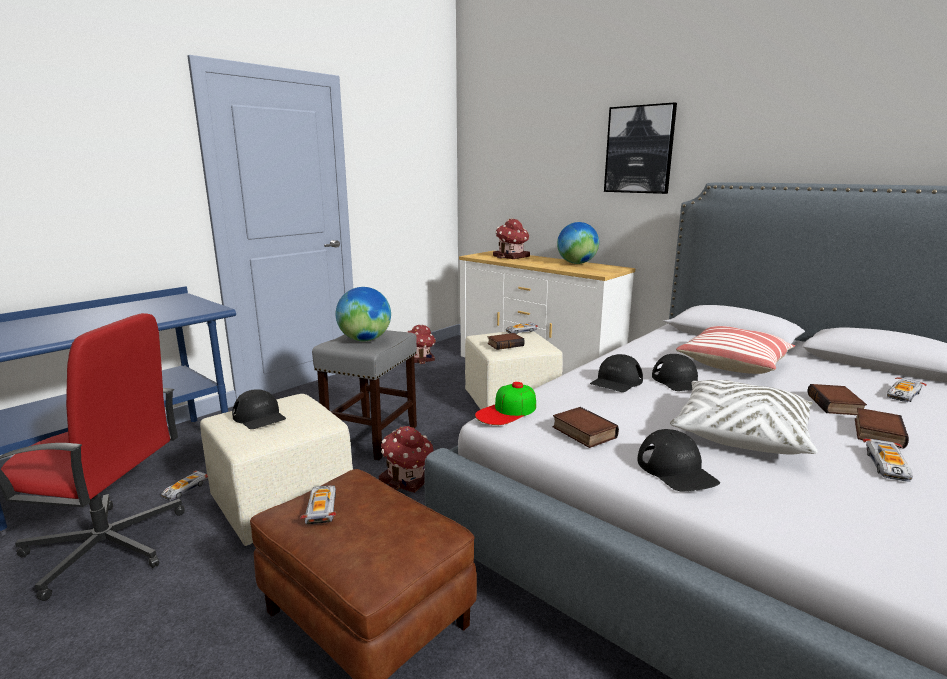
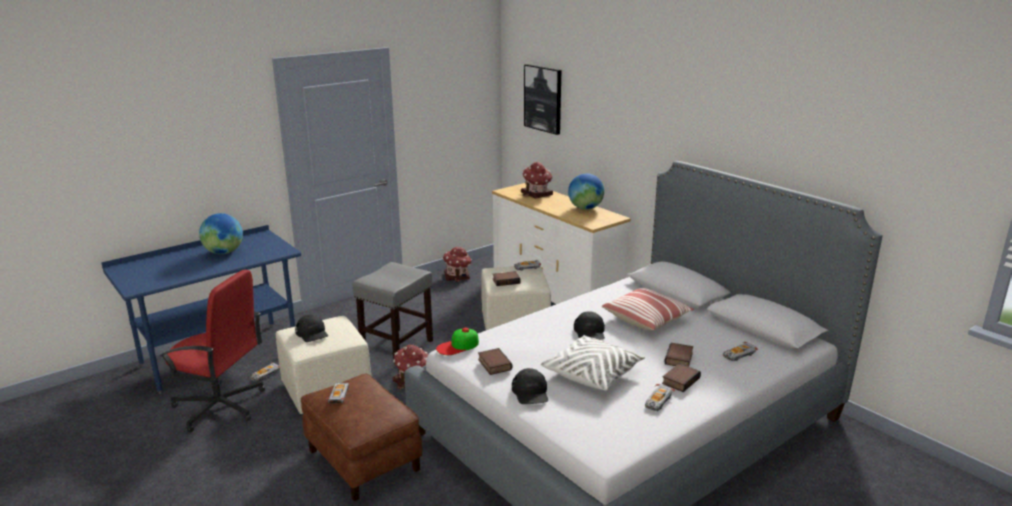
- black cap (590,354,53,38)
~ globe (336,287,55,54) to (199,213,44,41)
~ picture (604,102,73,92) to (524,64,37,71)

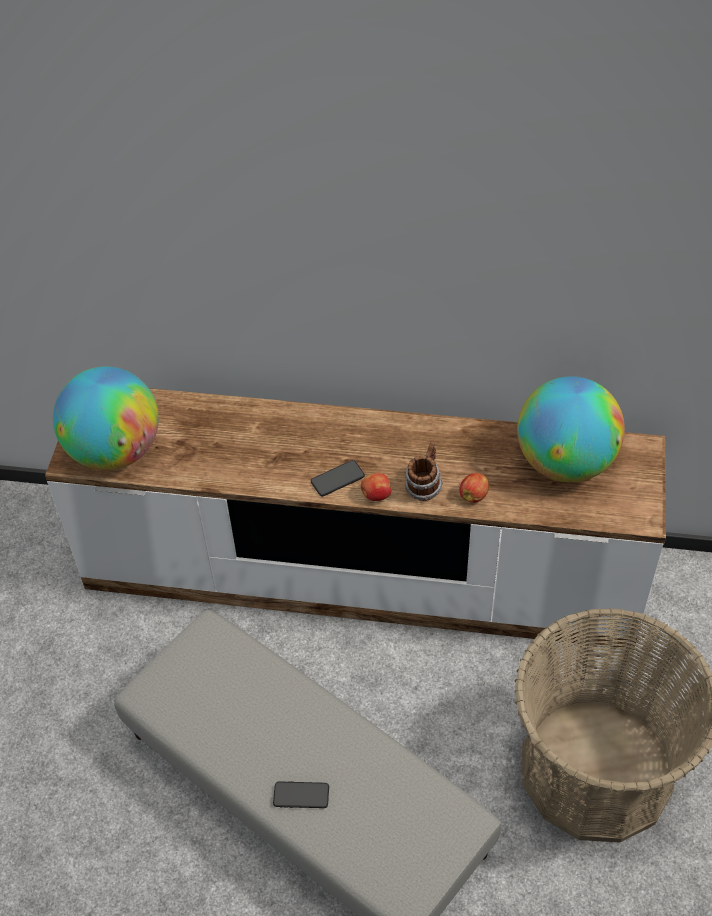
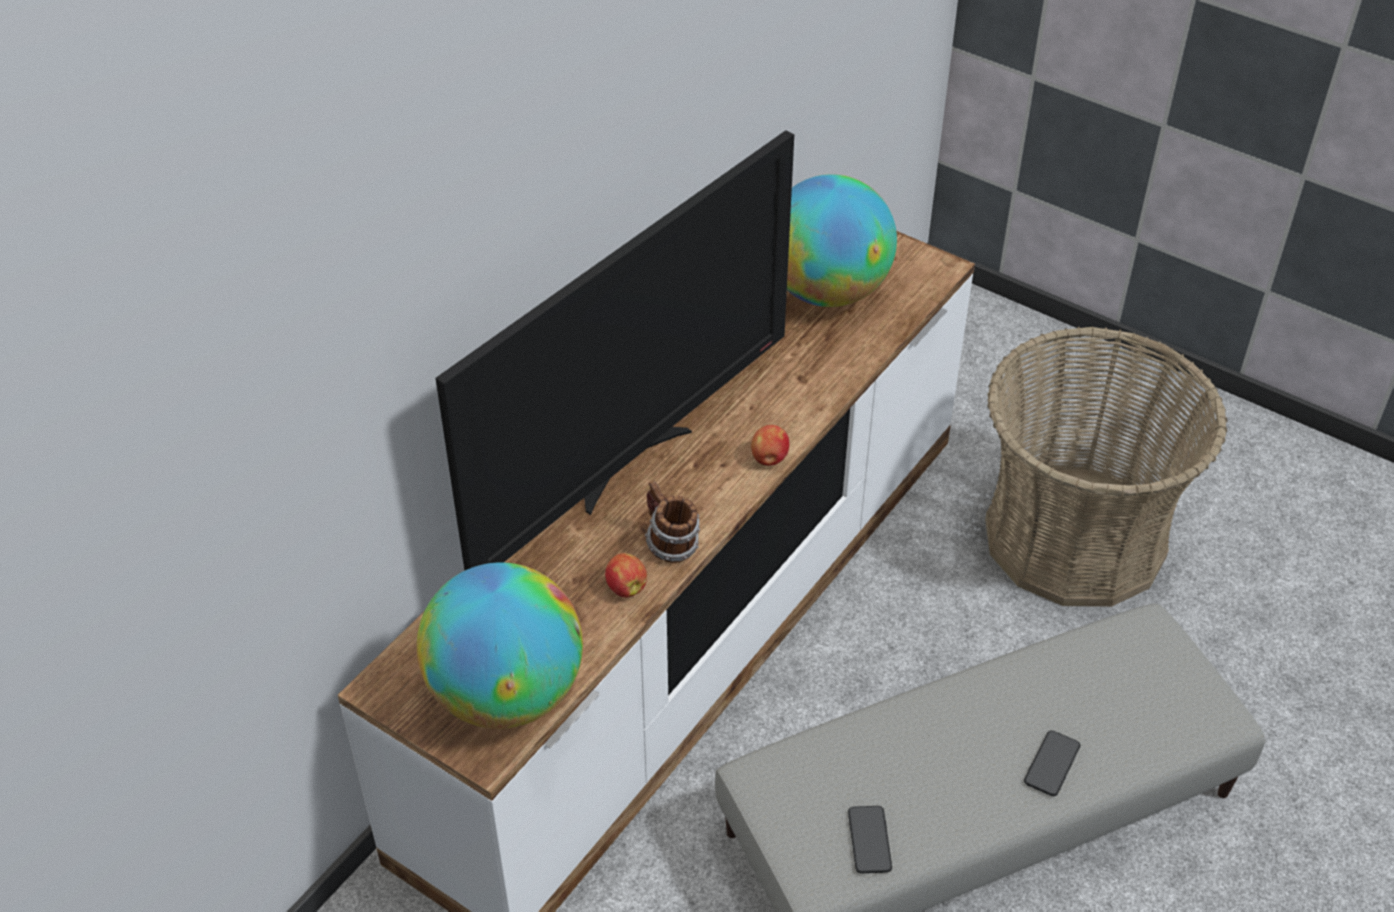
+ television (435,130,359,440)
~ phone (311,460,54,36) to (848,806,44,67)
~ mug (405,441,38,60) to (645,480,55,83)
~ apple (459,473,30,30) to (605,553,42,45)

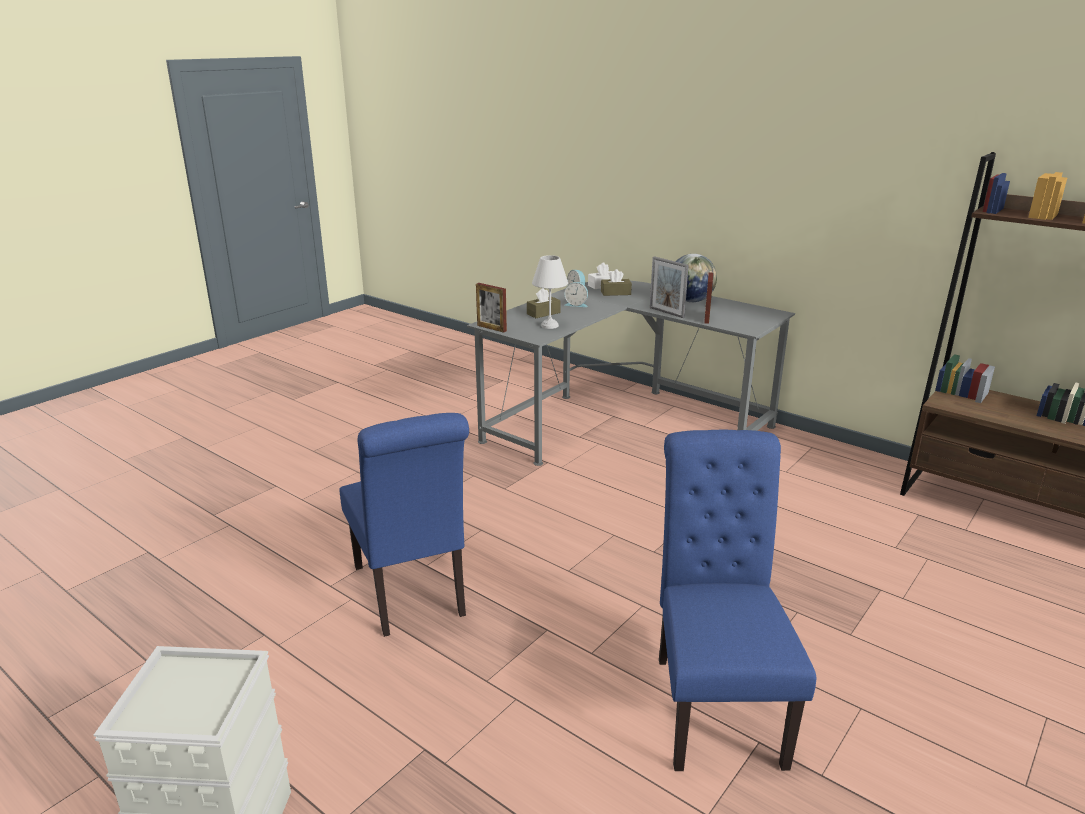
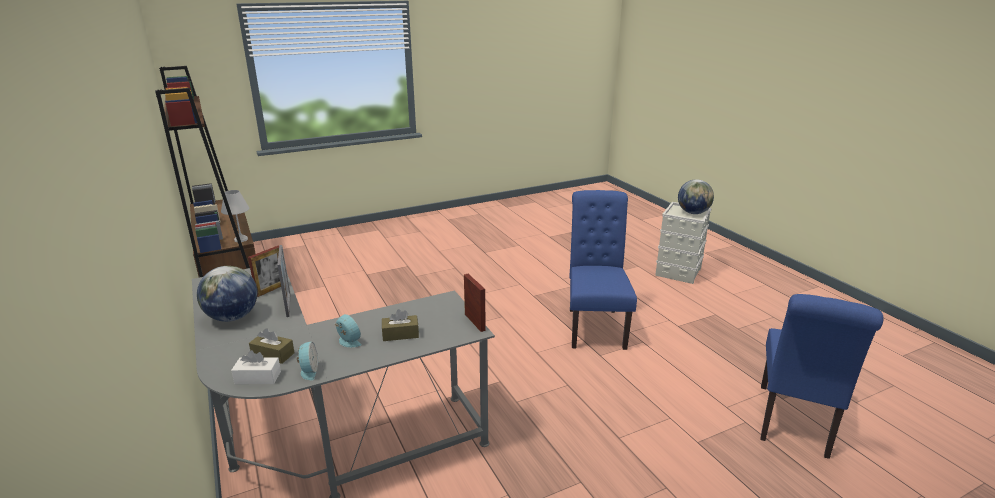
+ globe (678,179,36,35)
~ white table lamp (532,255,36,74) to (221,190,28,52)
~ blue chair (659,430,157,341) to (760,294,124,165)

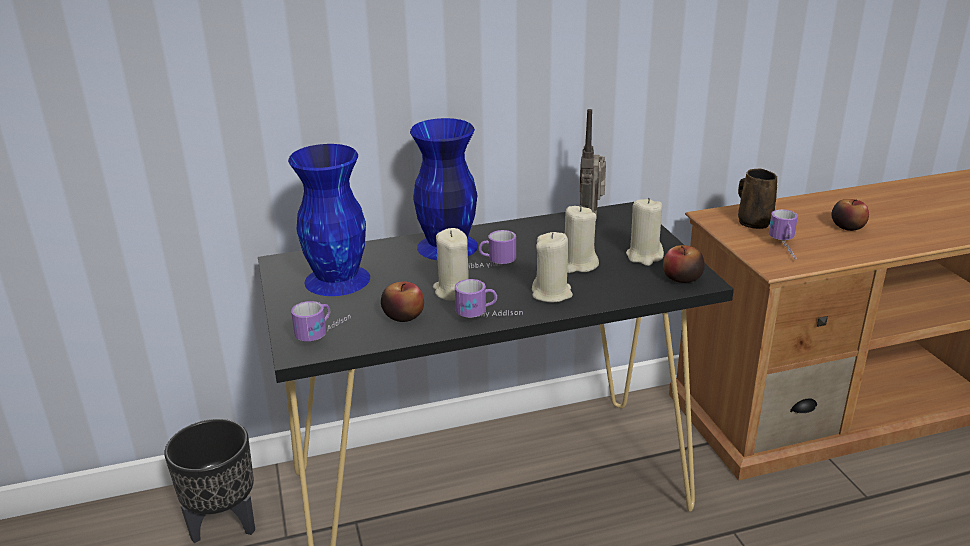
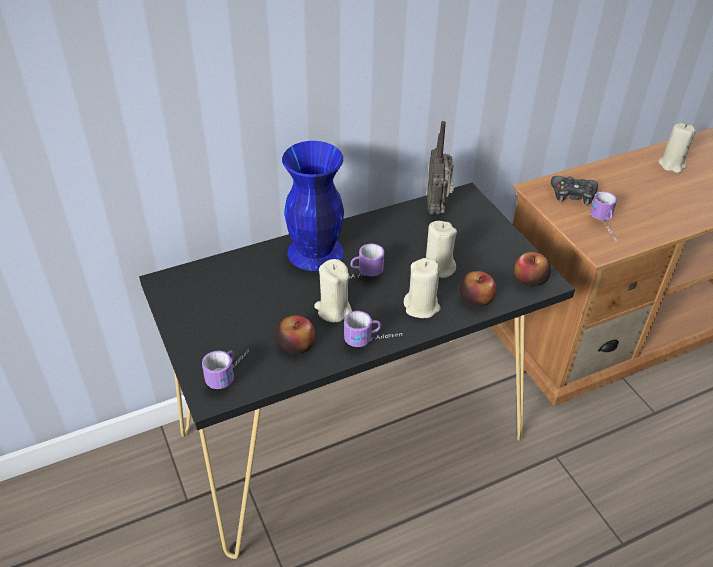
- black planter (164,419,91,124)
- blue vase (288,144,82,152)
~ beige candle (626,198,38,68) to (659,123,37,50)
~ apple (831,199,38,32) to (459,271,37,36)
~ brown mug (738,169,39,60) to black game controller (551,176,47,29)

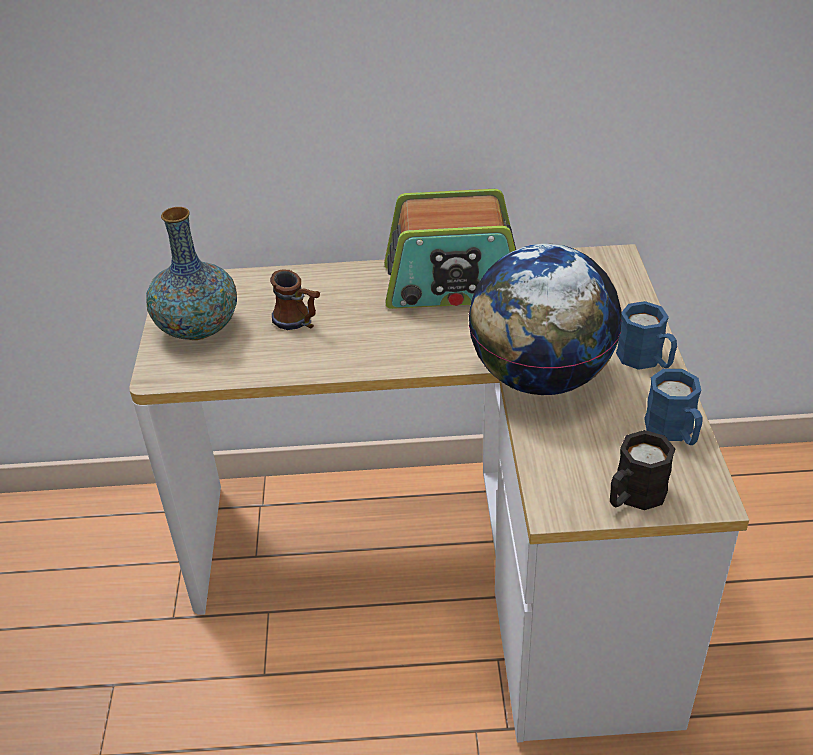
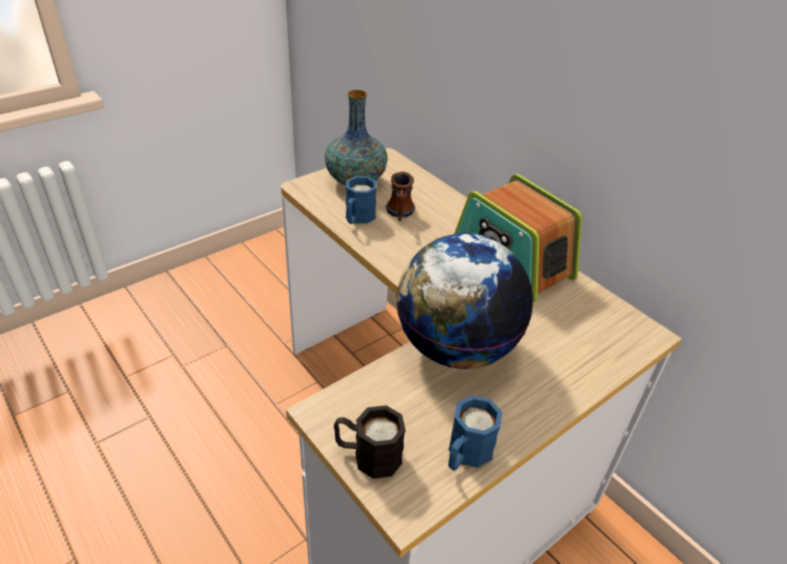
~ blue mug (616,301,61,69) to (346,176,31,48)

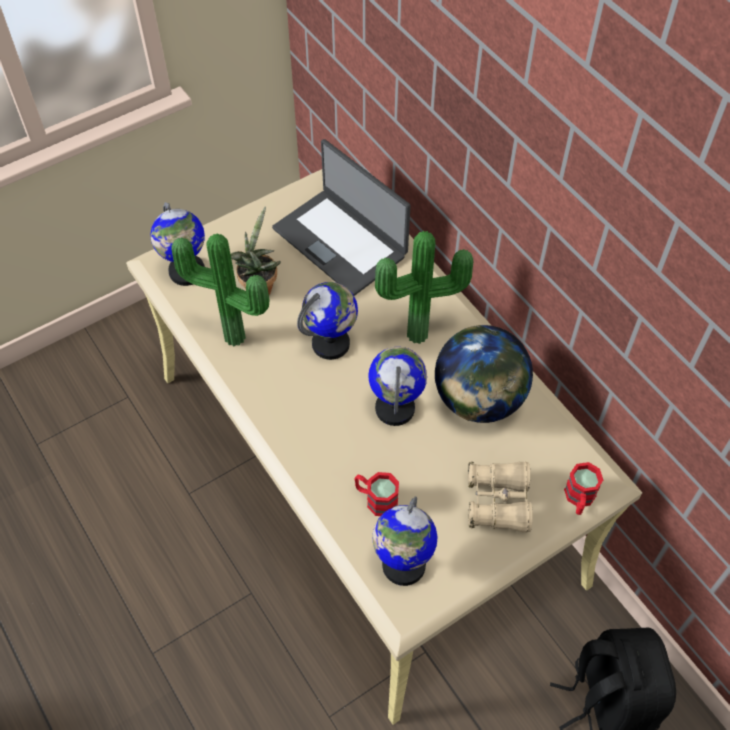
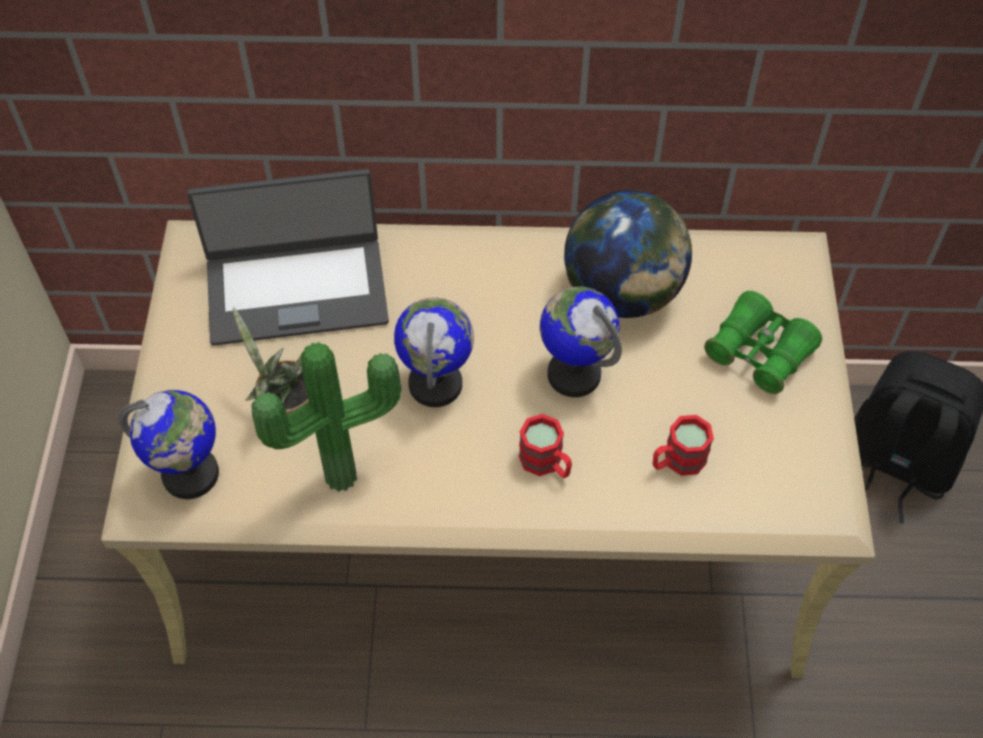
- globe (373,497,64,89)
- potted plant (375,231,98,113)
~ red mug (564,462,39,53) to (519,414,53,64)
~ beige binoculars (468,461,65,72) to green binoculars (704,291,118,103)

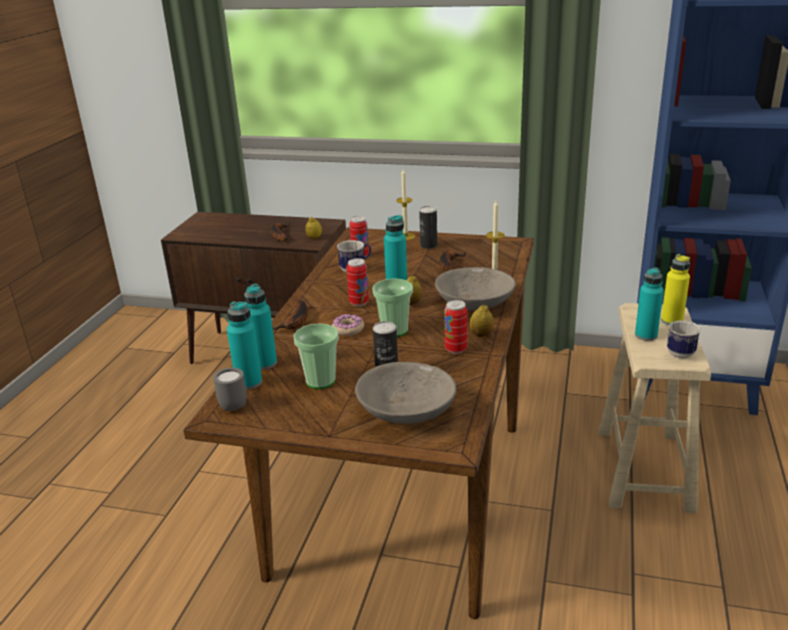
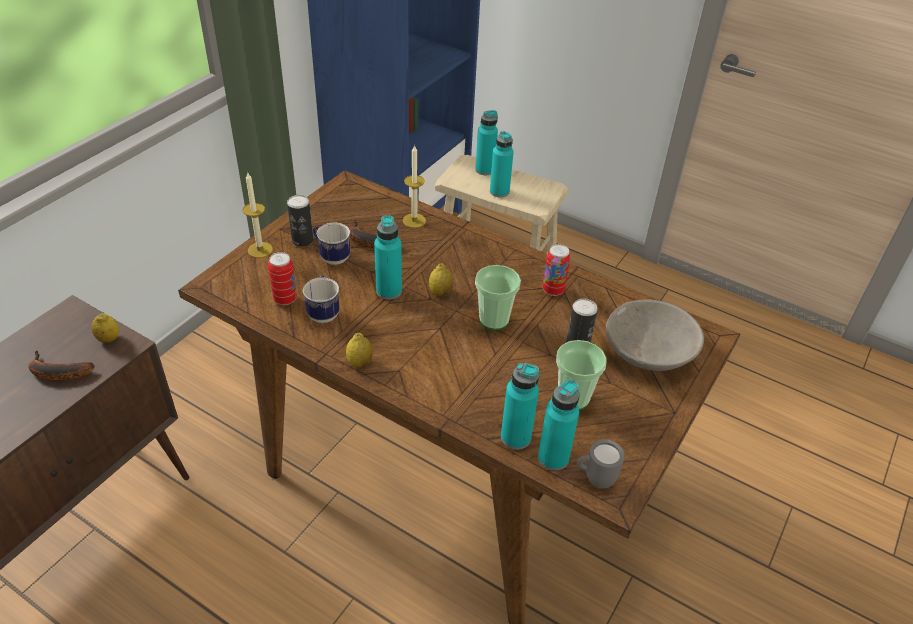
- banana (273,299,35,31)
- donut (332,314,32,22)
- can (346,258,23,48)
- grey bowl (435,267,81,44)
~ lemon (470,305,24,32) to (346,333,27,35)
~ mug (667,320,34,39) to (313,223,37,42)
~ yellow bottle (661,254,29,71) to turquoise bottle (475,110,23,65)

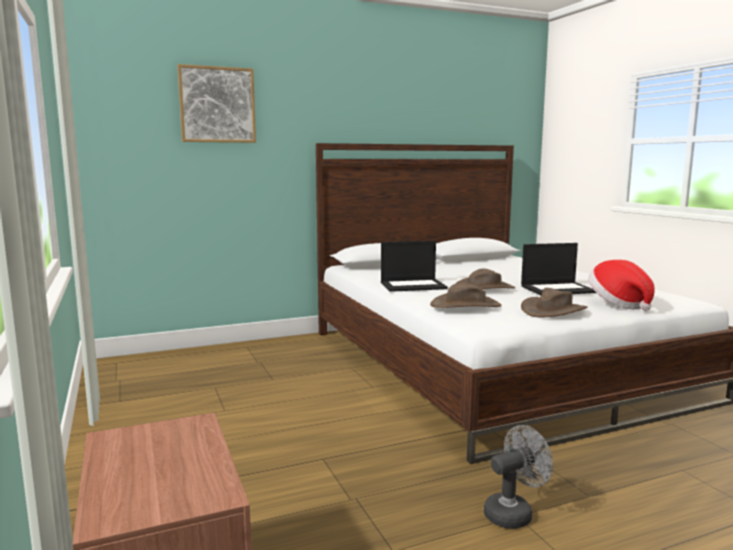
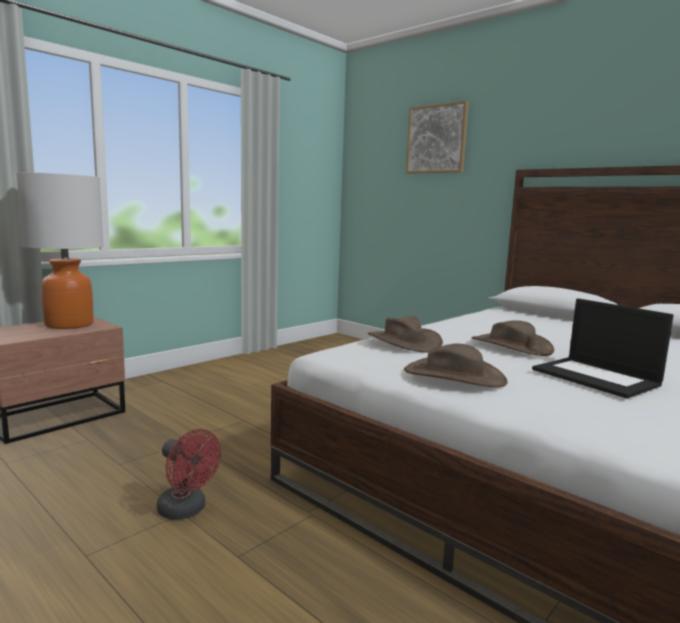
- laptop (381,241,67,51)
- hat (588,260,67,51)
+ table lamp (16,172,88,157)
~ grey fan (484,425,69,104) to red fan (157,429,64,91)

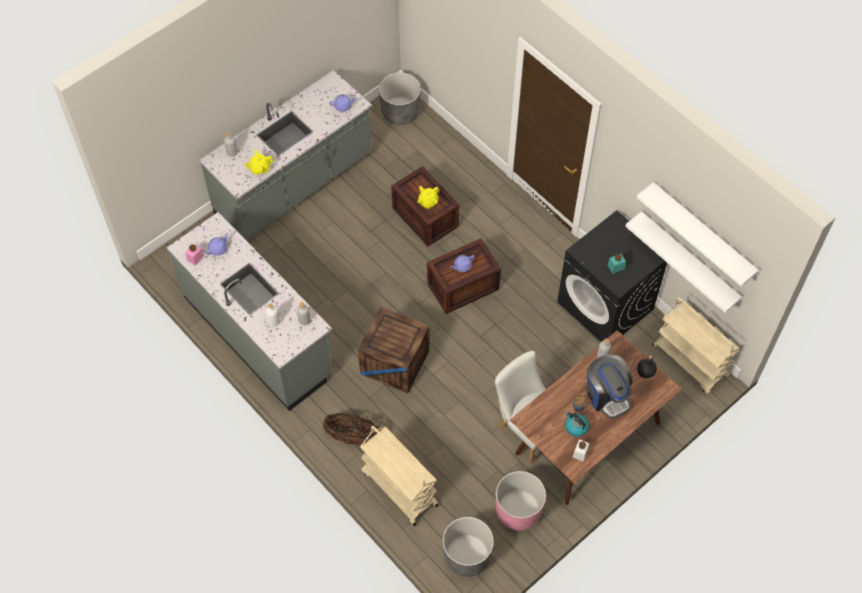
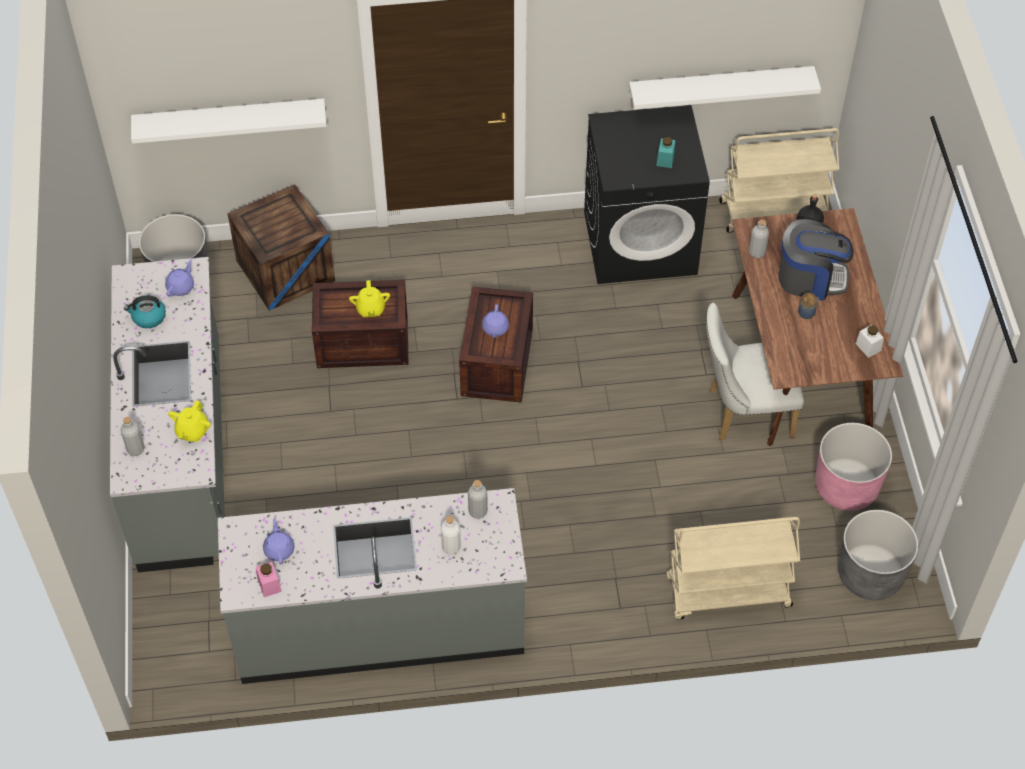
- basket (323,413,58,32)
~ crate (358,307,72,86) to (227,184,108,127)
~ kettle (565,411,24,26) to (124,295,42,33)
~ white shelf (637,182,122,105) to (131,98,196,46)

